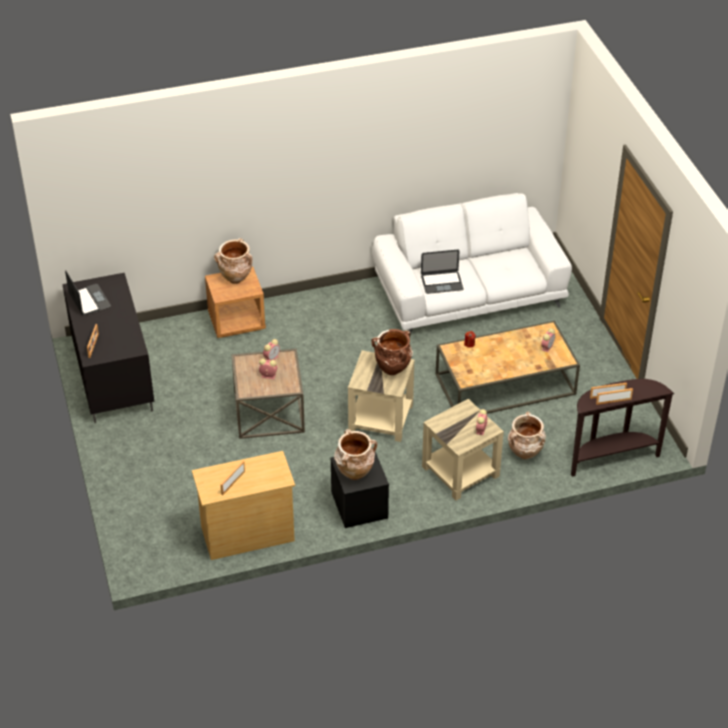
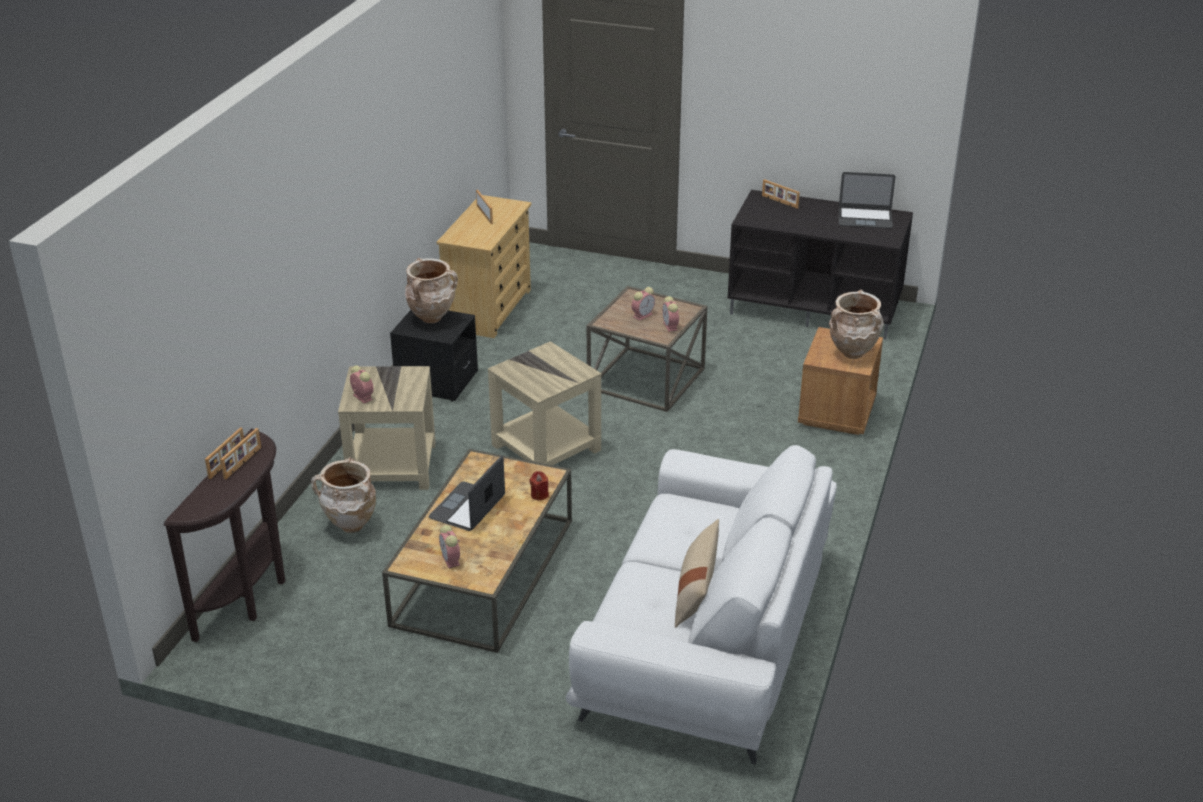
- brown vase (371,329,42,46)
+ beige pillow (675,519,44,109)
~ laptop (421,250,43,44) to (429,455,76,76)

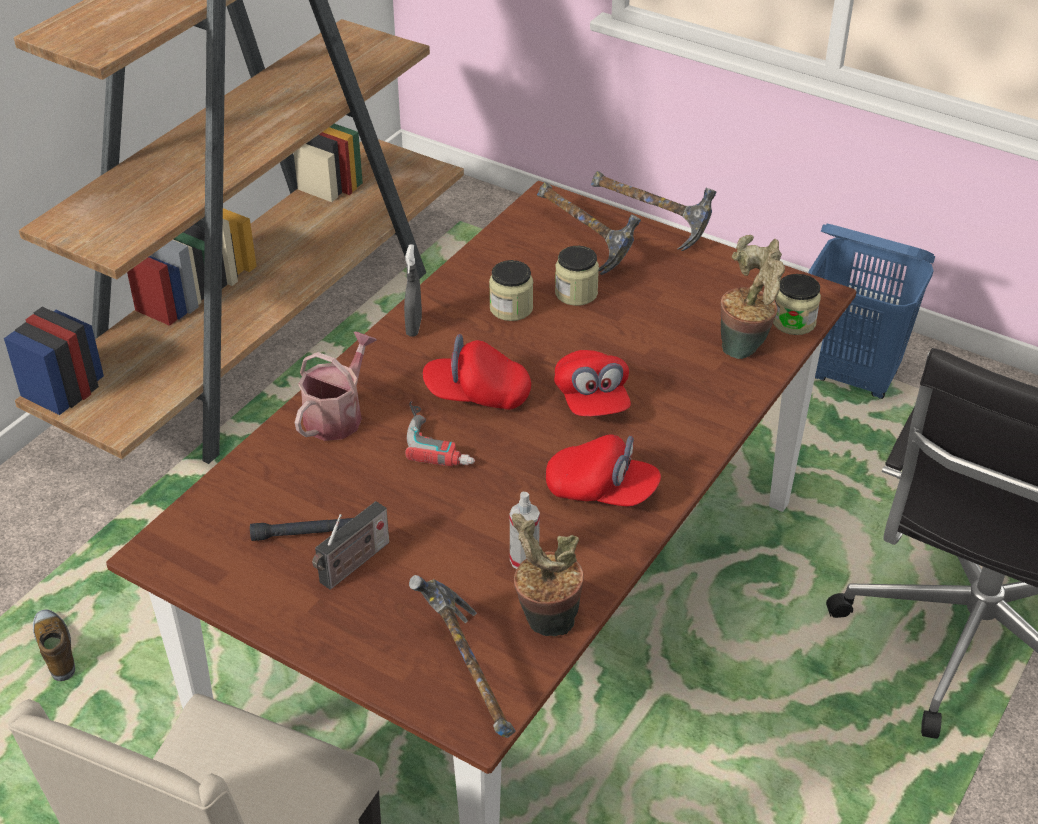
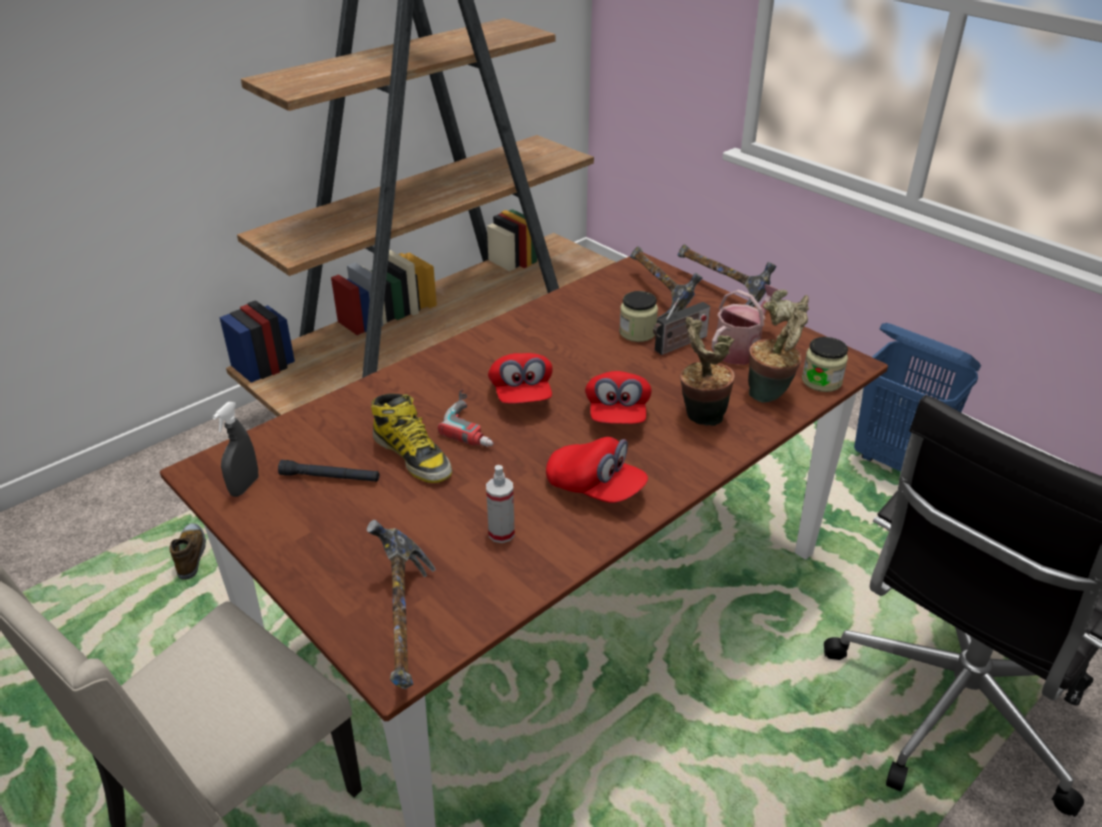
- jar (489,260,44,61)
+ boot (371,394,81,89)
~ watering can (295,331,82,110) to (712,284,66,81)
~ radio (312,501,77,89) to (653,297,57,58)
~ grey spray bottle (404,245,18,92) to (212,402,46,95)
~ potted plant (512,513,72,123) to (680,317,55,109)
~ red cap (423,334,108,76) = (488,353,65,50) 120 degrees counterclockwise

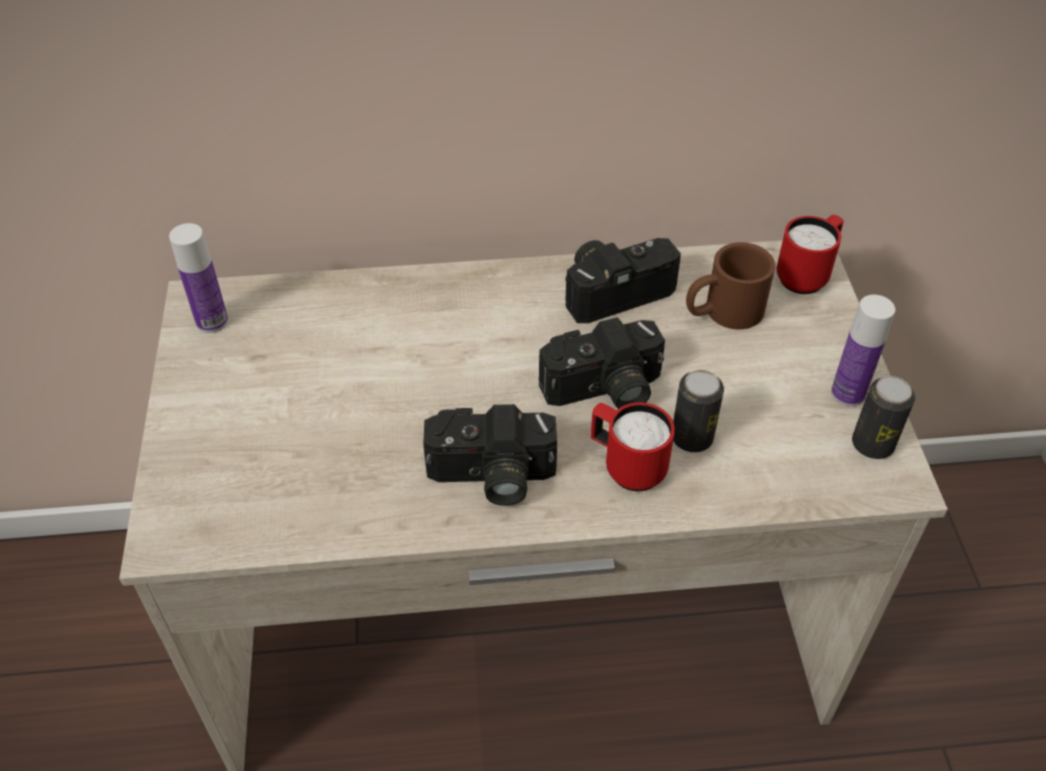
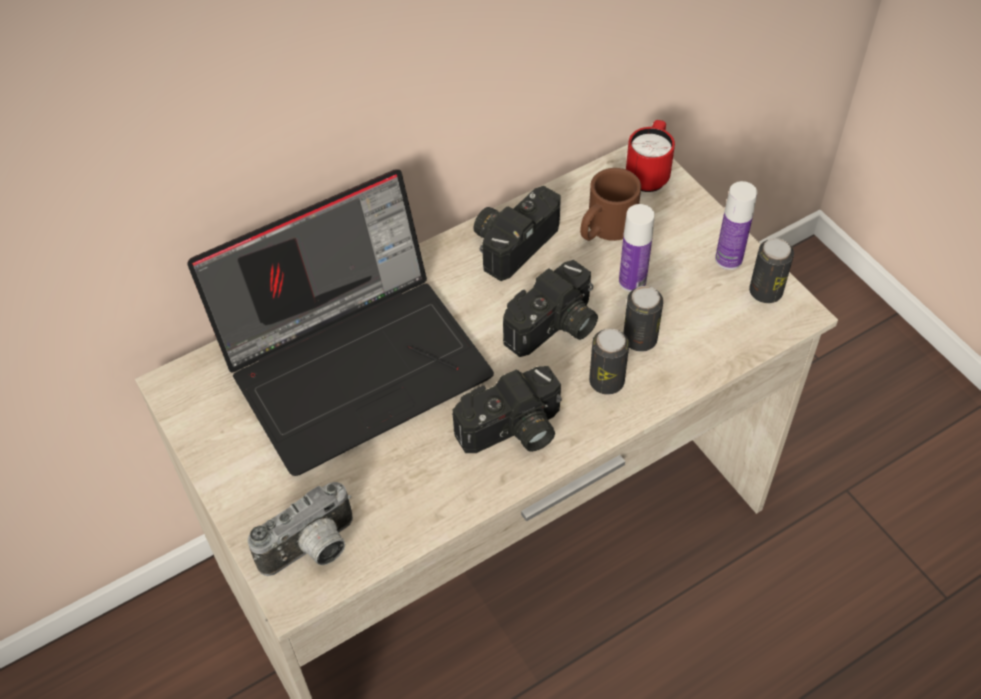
+ laptop (187,170,307,306)
+ photo camera (247,482,106,94)
~ bottle (169,223,59,110) to (619,204,36,88)
~ red mug (591,402,84,89) to can (589,329,40,66)

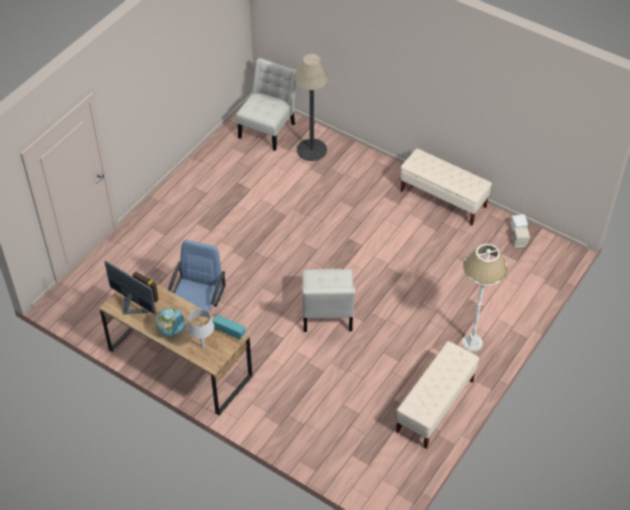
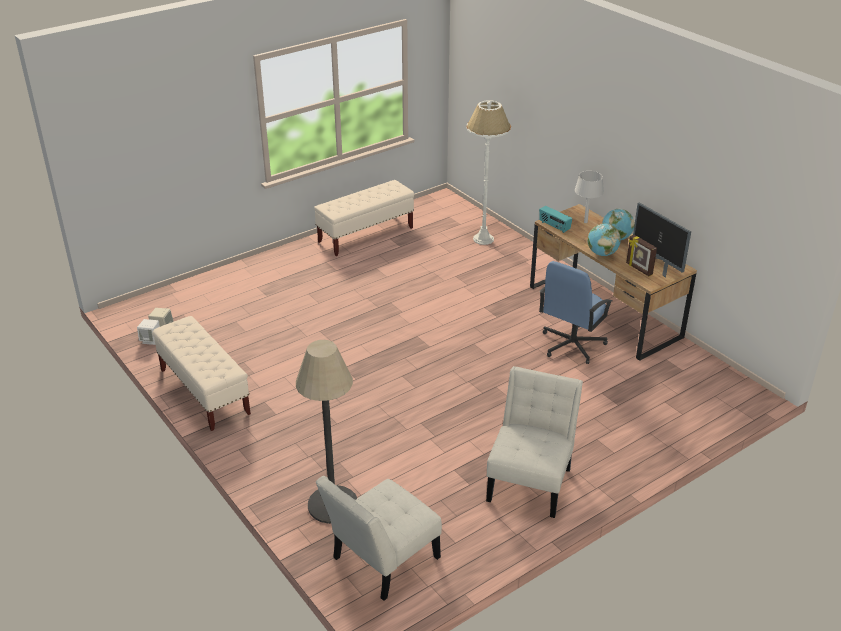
+ globe (587,223,34,33)
~ white chair (302,269,53,63) to (486,366,97,152)
~ white floor lamp (462,243,46,109) to (466,100,45,145)

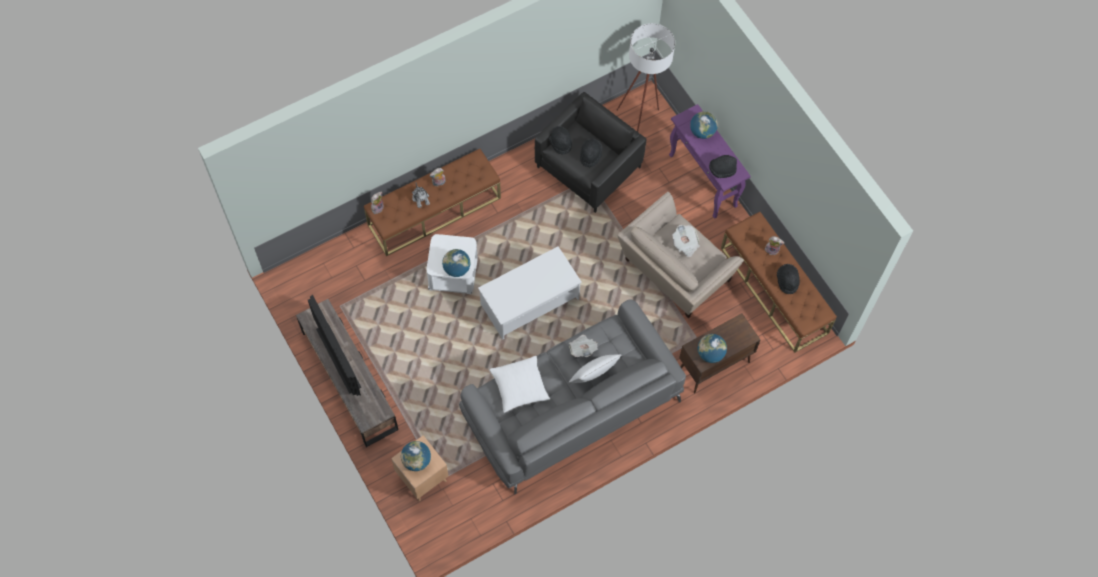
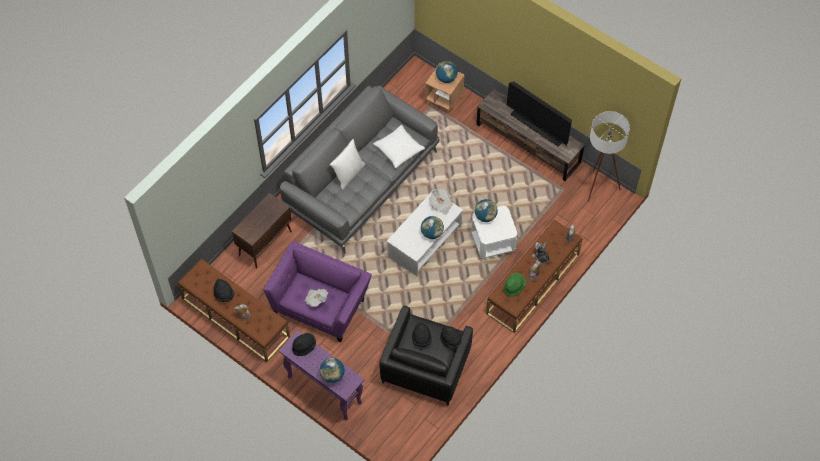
+ green hat (504,273,22,24)
~ newspaper (569,335,29,22) to (429,189,24,26)
~ white floor lamp (616,23,59,109) to (588,111,42,91)
~ globe (698,334,29,29) to (421,216,23,23)
~ beige armchair (617,192,127,126) to purple armchair (263,241,109,102)

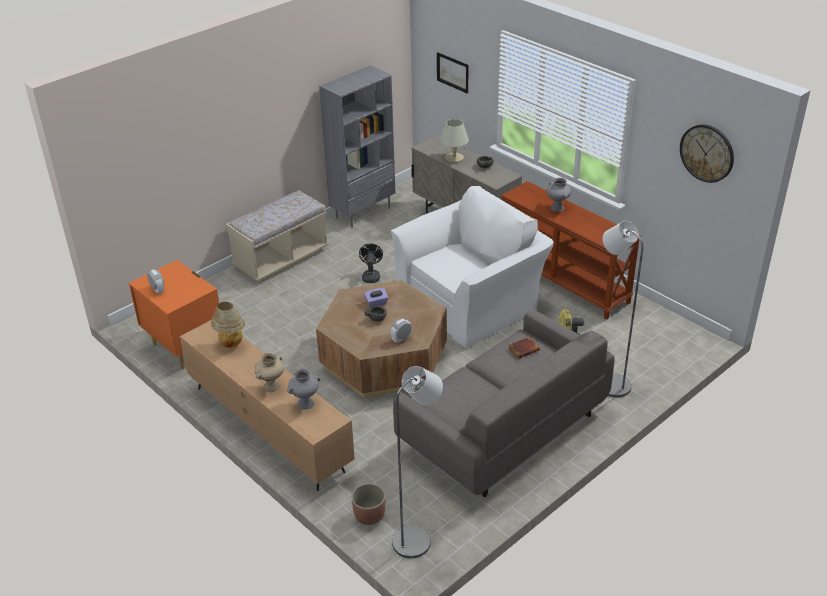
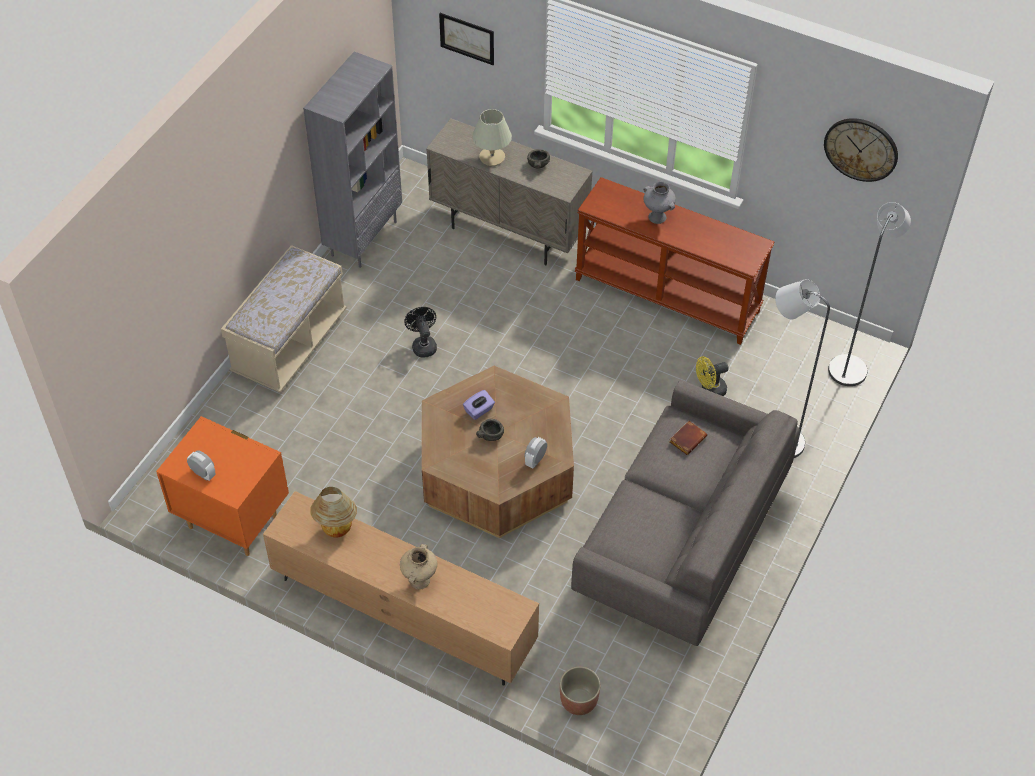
- grey vase (287,369,33,40)
- white armchair (391,186,163,163)
~ grey floor lamp (392,366,51,192) to (828,202,83,184)

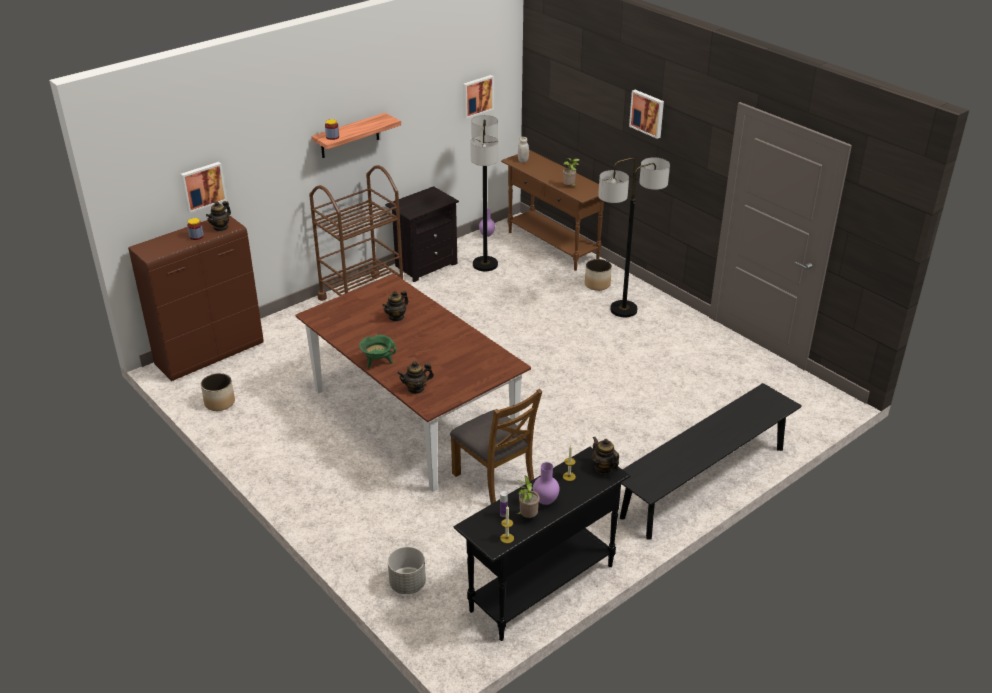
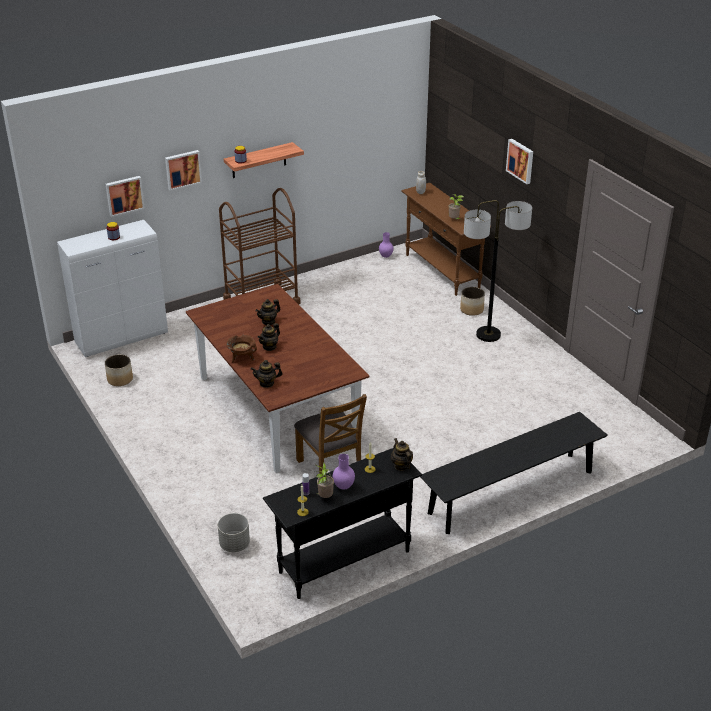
- black nightstand (385,186,74,96)
- floor lamp (470,115,28,156)
~ teapot (206,201,25,30) to (258,323,22,28)
~ picture (463,75,31,44) to (165,150,37,41)
~ brown cabinet (128,216,135,165) to white cabinet (57,220,111,137)
~ green cooking pot (359,335,37,33) to brown cooking pot (226,335,31,27)

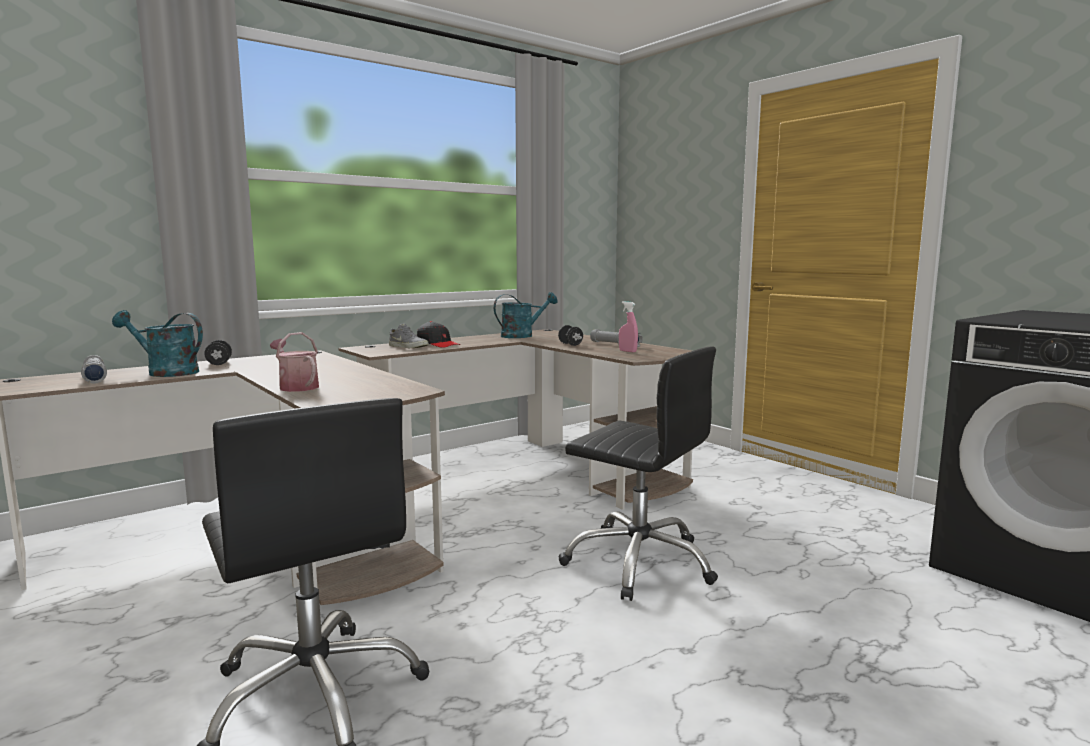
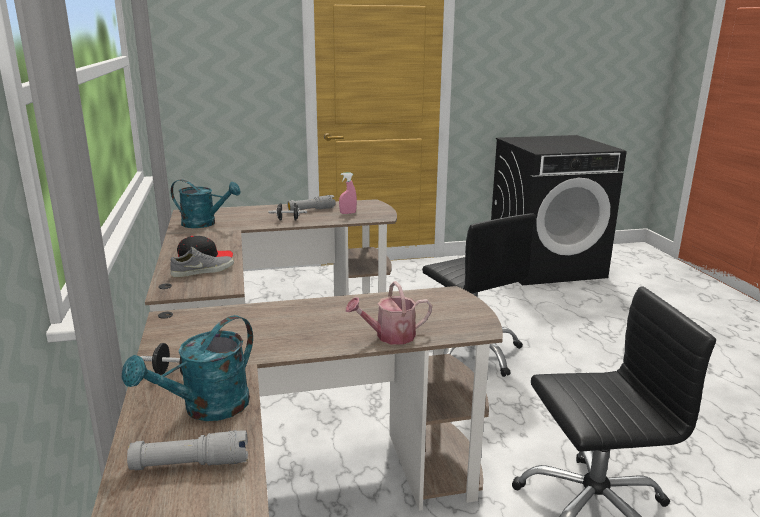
~ turquoise watering can (494,292,64,46) = (171,179,70,49) 105 degrees clockwise
~ black office chair (559,347,159,254) = (422,213,114,164) 90 degrees clockwise

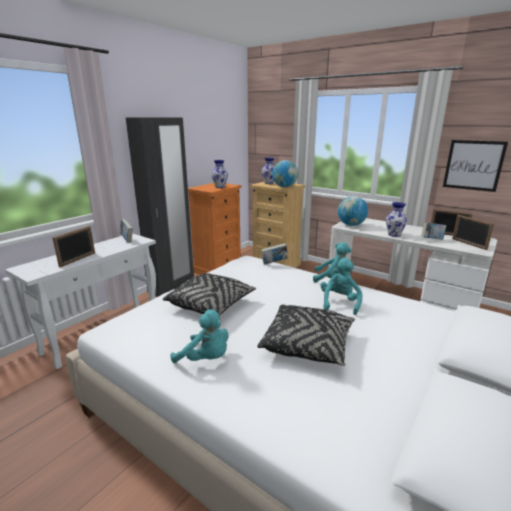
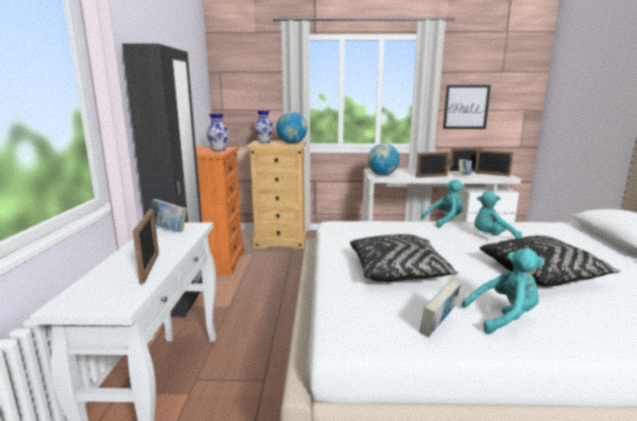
~ book (261,243,27,21) to (420,279,41,58)
~ vase (386,202,22,35) to picture frame (416,152,34,26)
~ turquoise plush toy (320,258,42,57) = (474,191,48,47) 75 degrees counterclockwise

